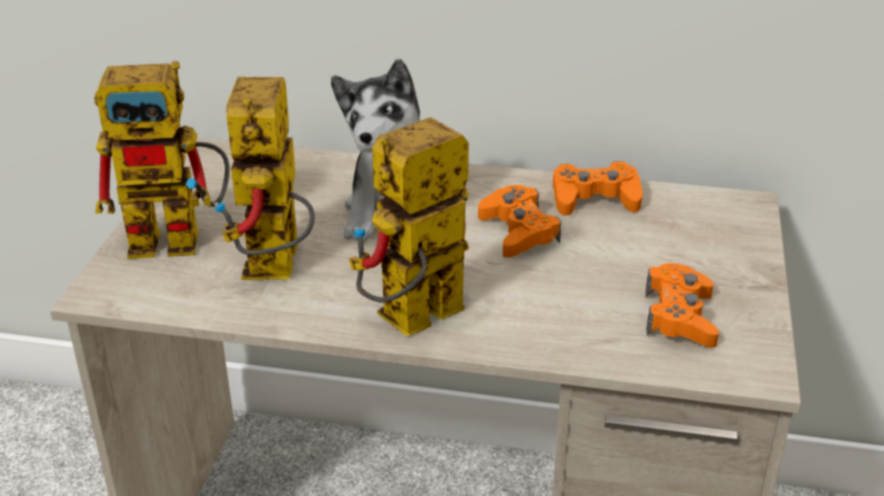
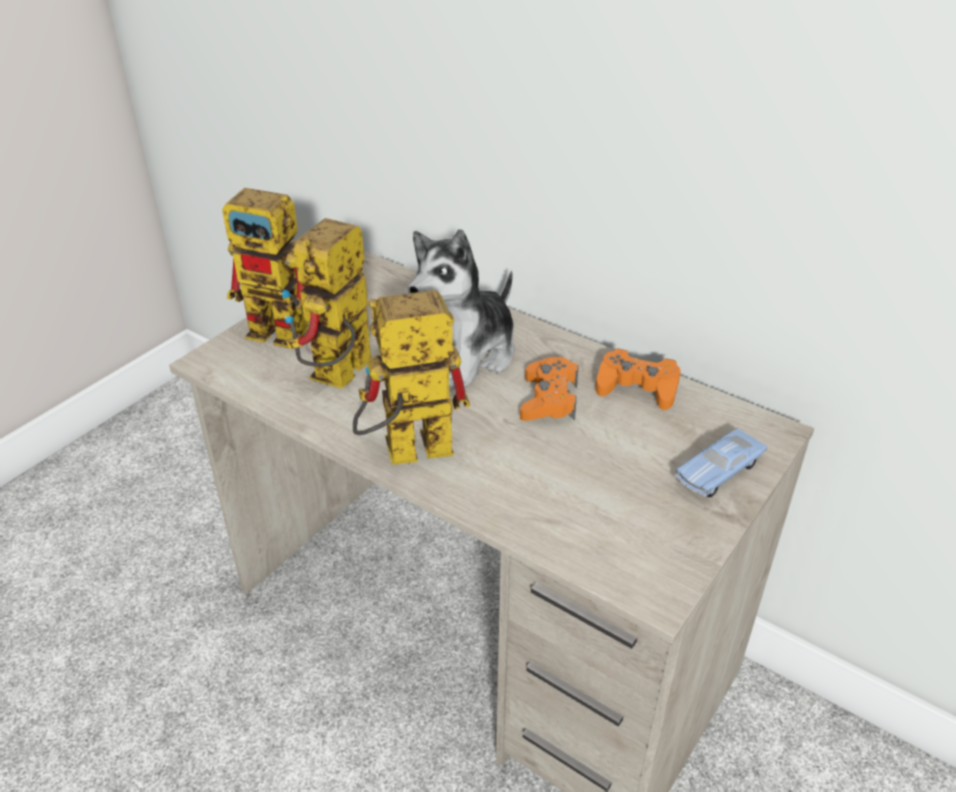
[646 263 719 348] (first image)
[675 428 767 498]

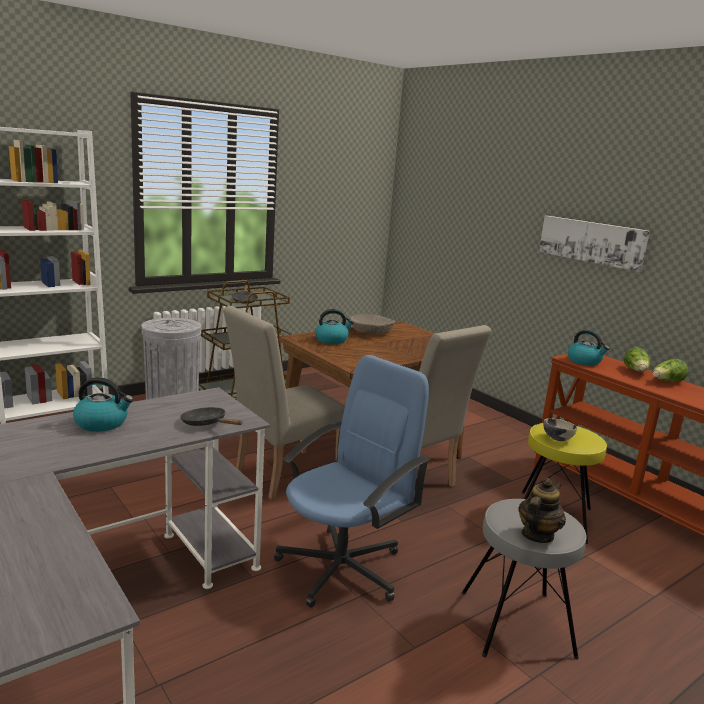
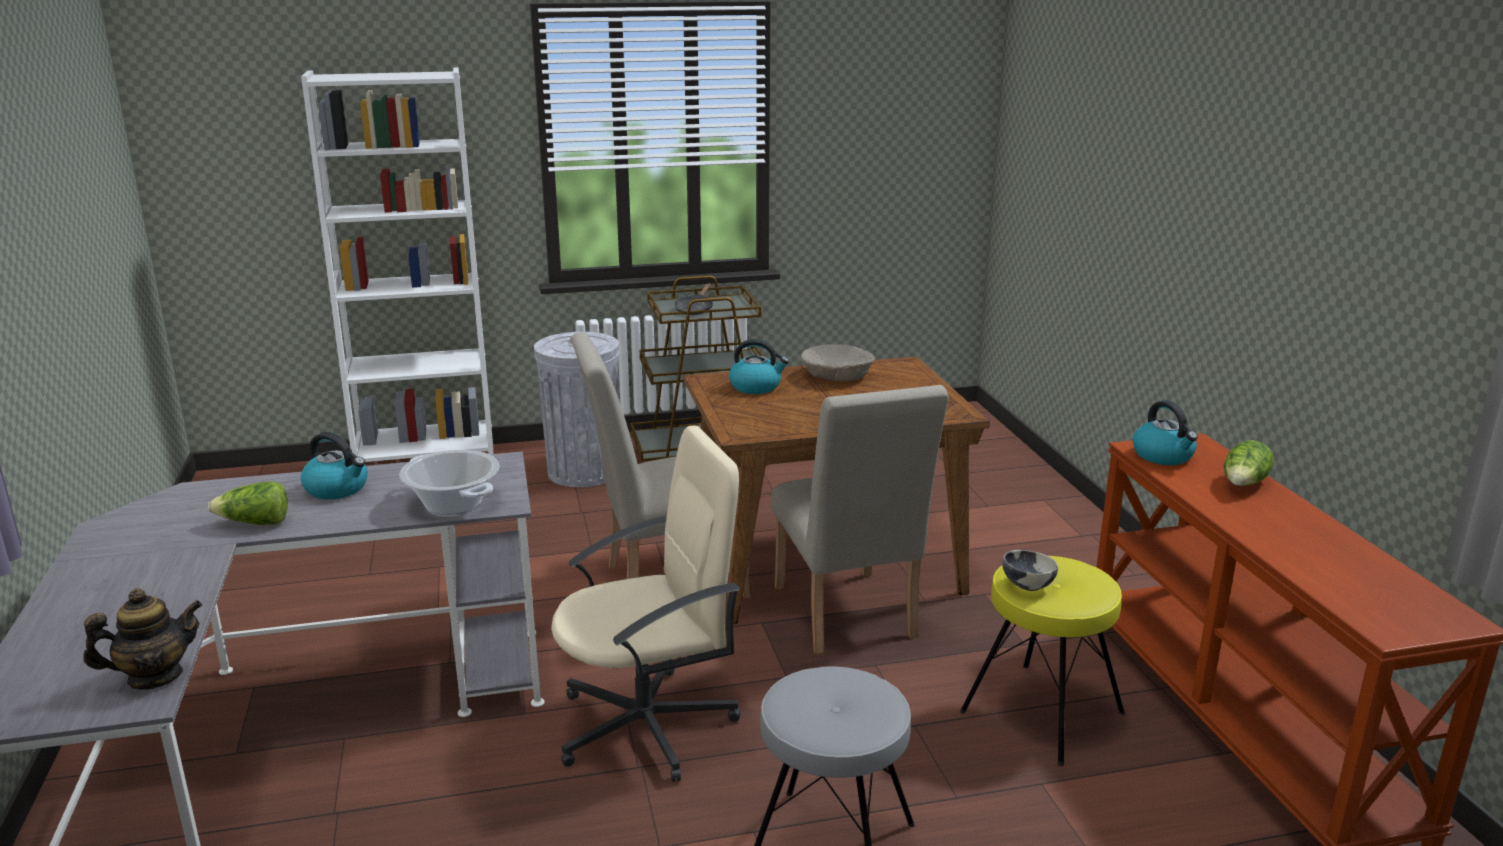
[539 216 650 272] (first image)
[551 426 741 782]
[208 481 288 525]
[399 450 500 515]
[83 588 203 690]

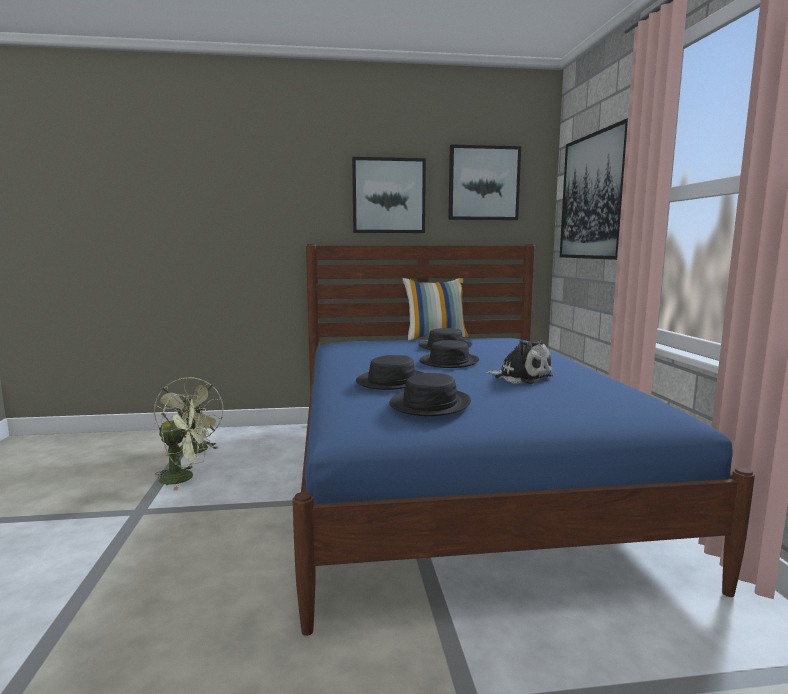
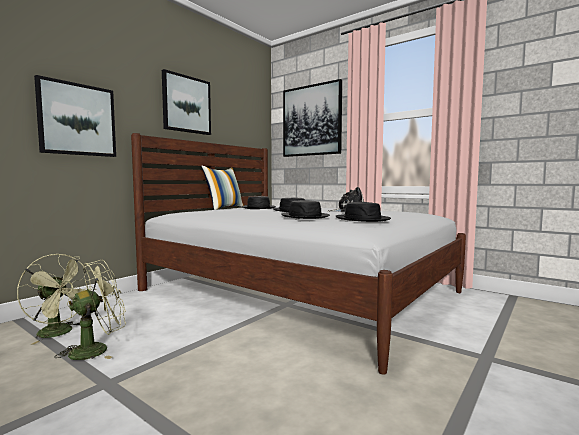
[34 75 116 157]
[131 133 466 375]

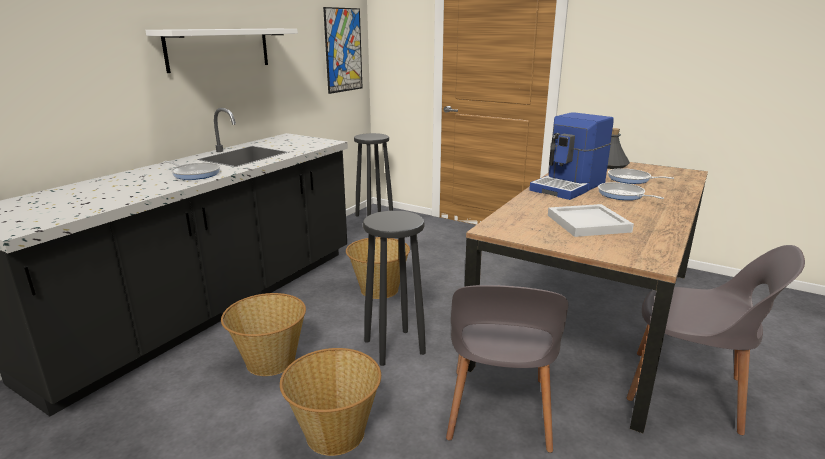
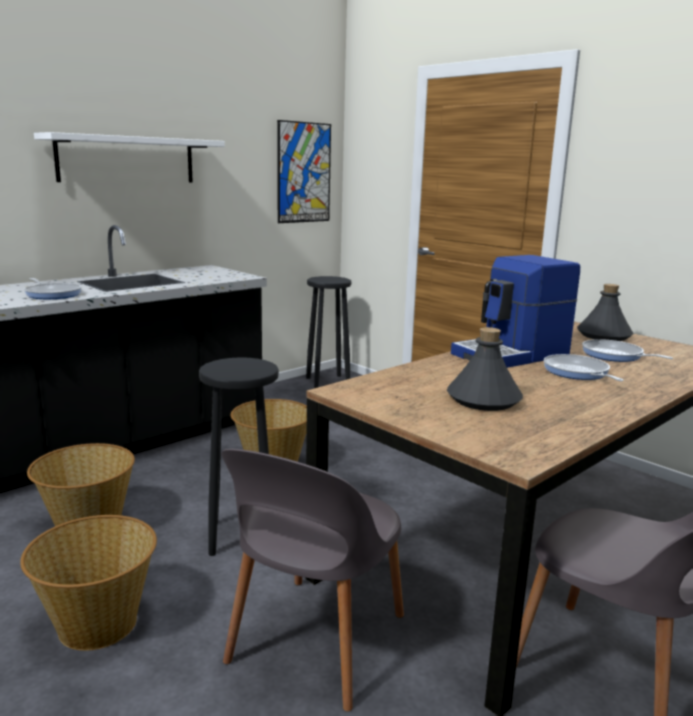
[447 327 523 411]

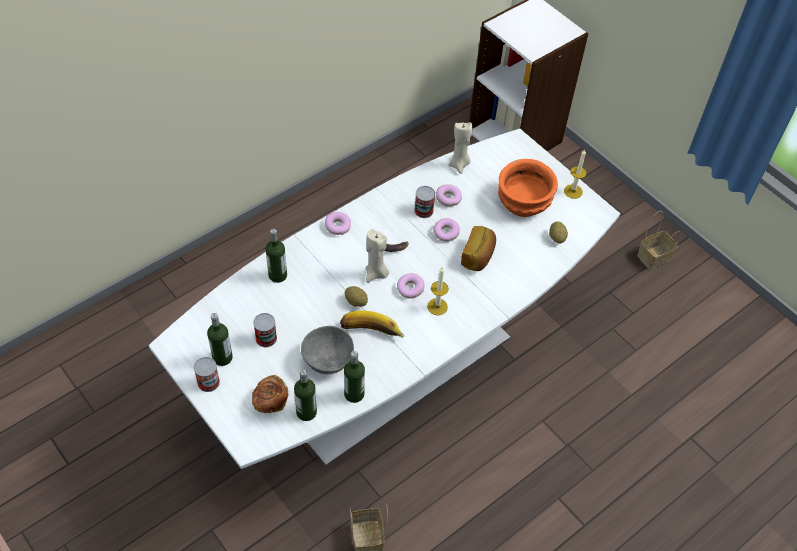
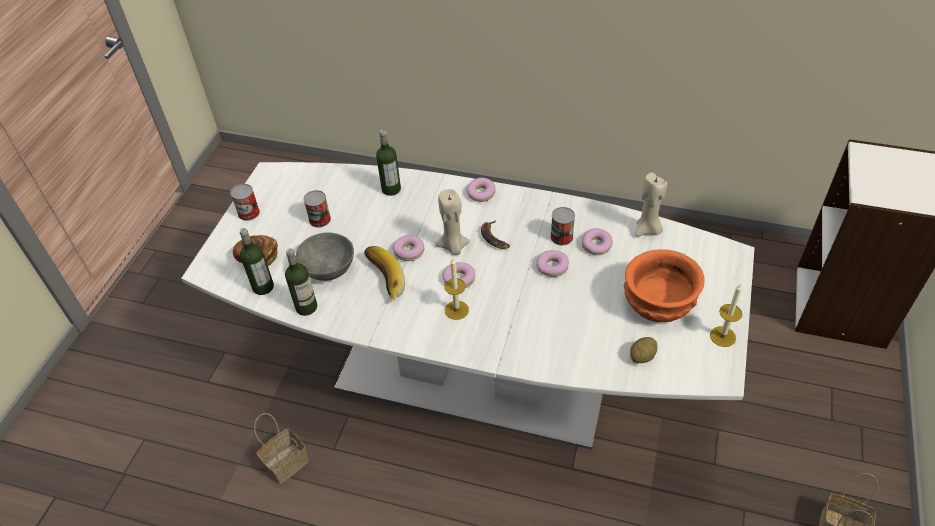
[461 226 496 271] (first image)
[393 235 424 261]
[207 313 233 366] (first image)

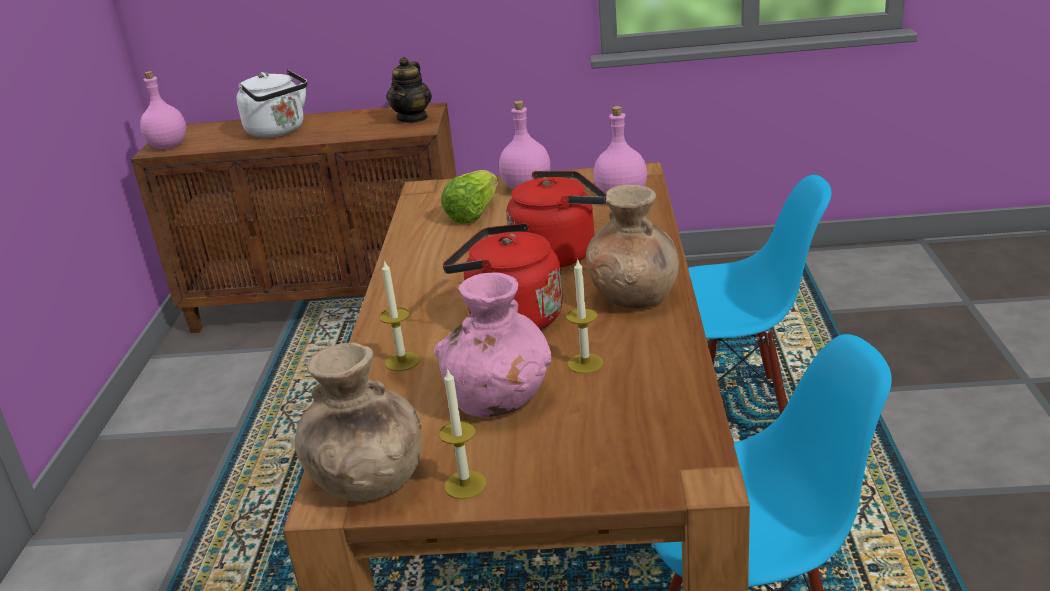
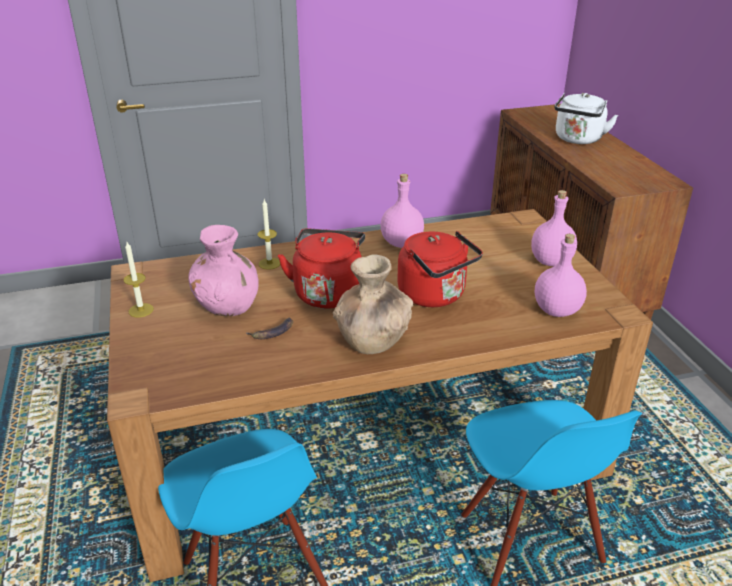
[386 57 432 123] (first image)
[380 174 424 248]
[441 170 498 224] (first image)
[245 317 293 339]
[295 342 422 501] (first image)

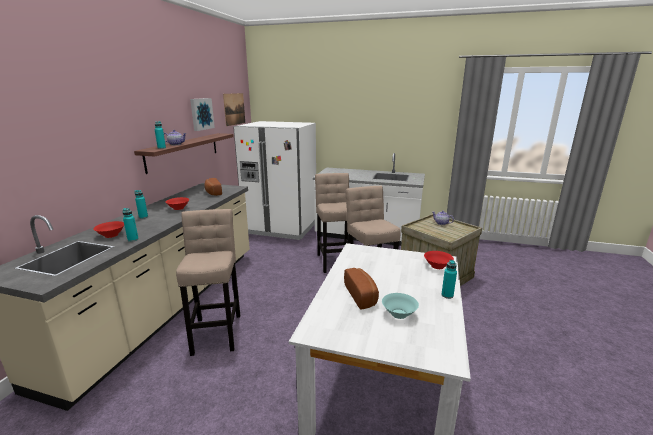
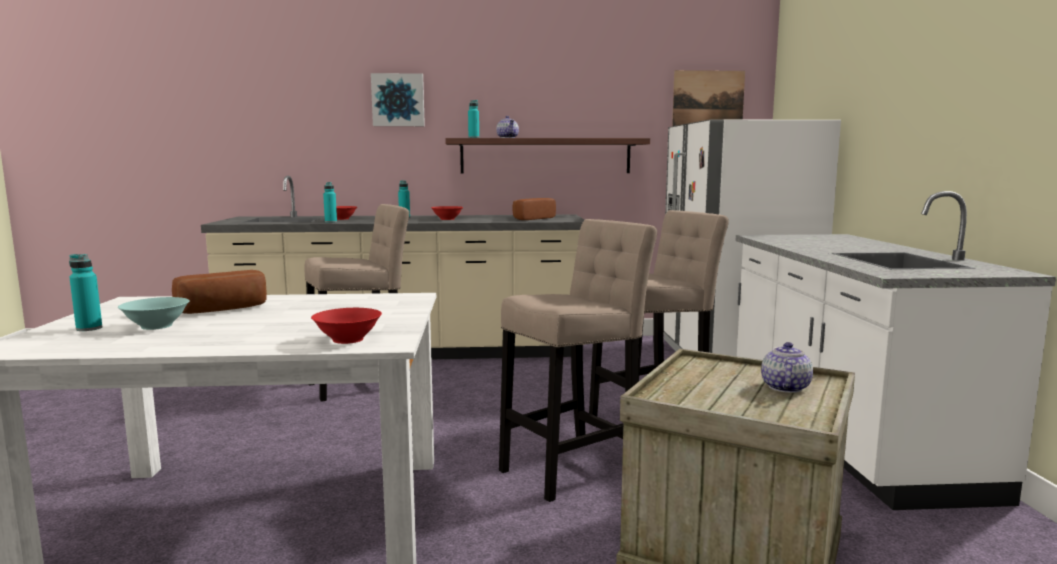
[371 73 425 126]
[69 254 102 331]

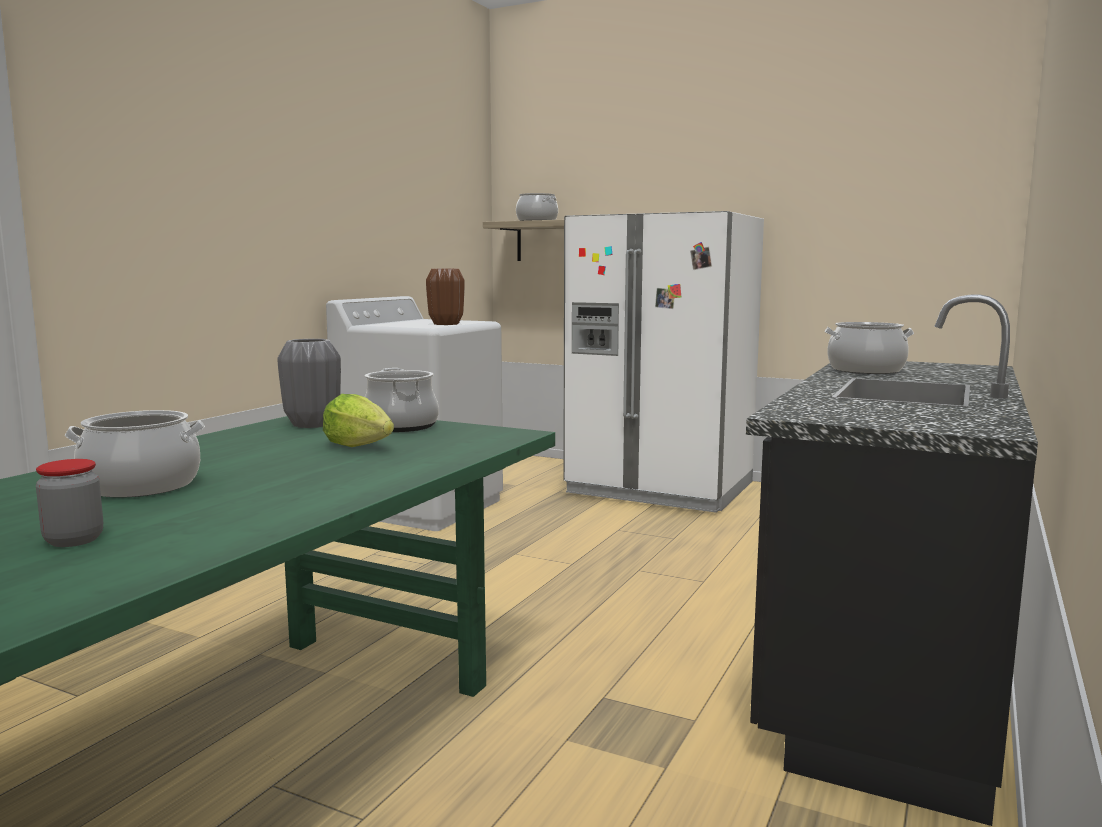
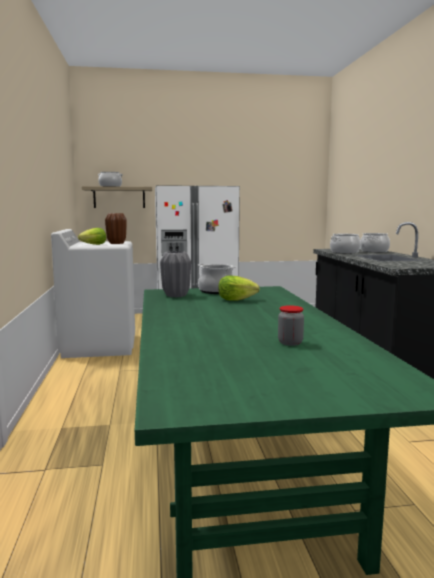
[360 233 390 252]
[78 228 106 245]

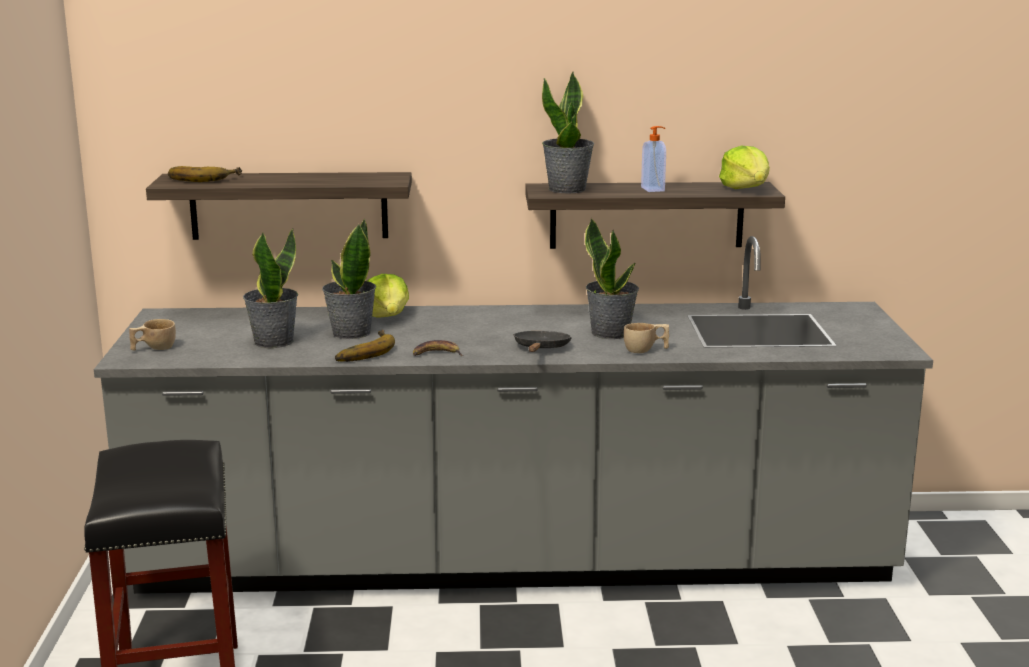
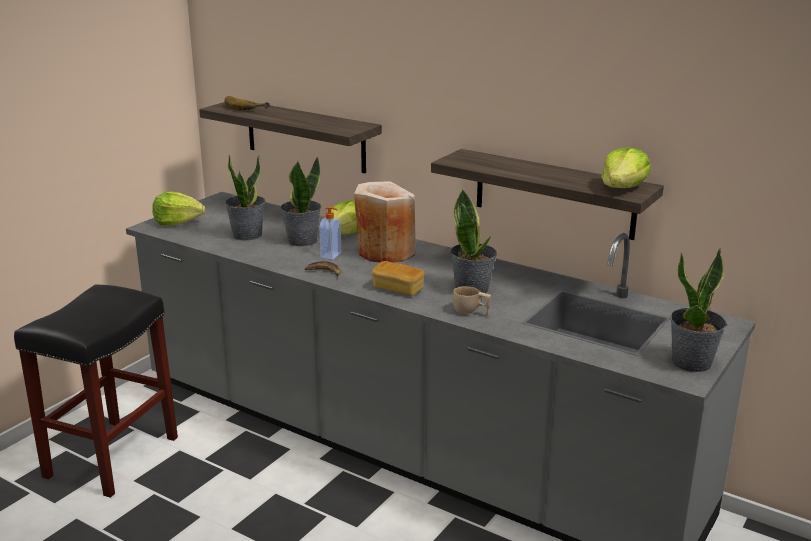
[670 248 726 372]
[319 207 341 259]
[152 191 205 226]
[335 330 395 362] (first image)
[372 261 424 296]
[354 181 416 263]

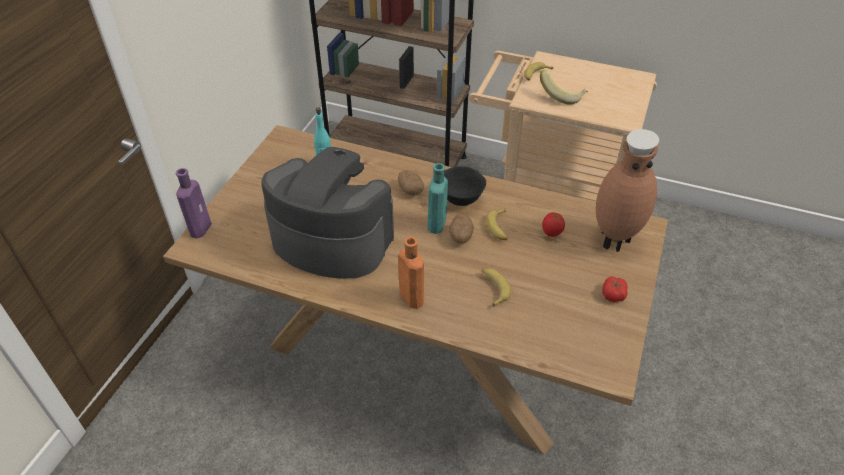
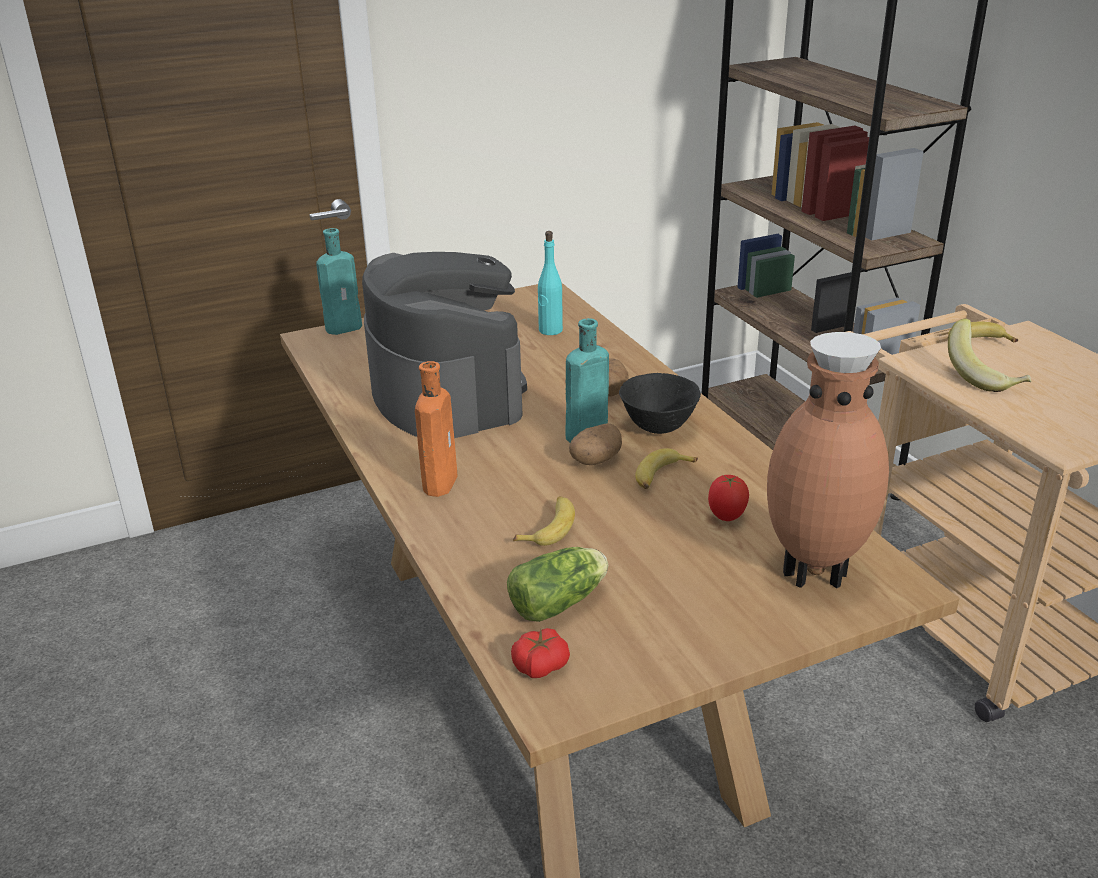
[316 228 362 335]
[511 628 570 678]
[507 547 608 622]

